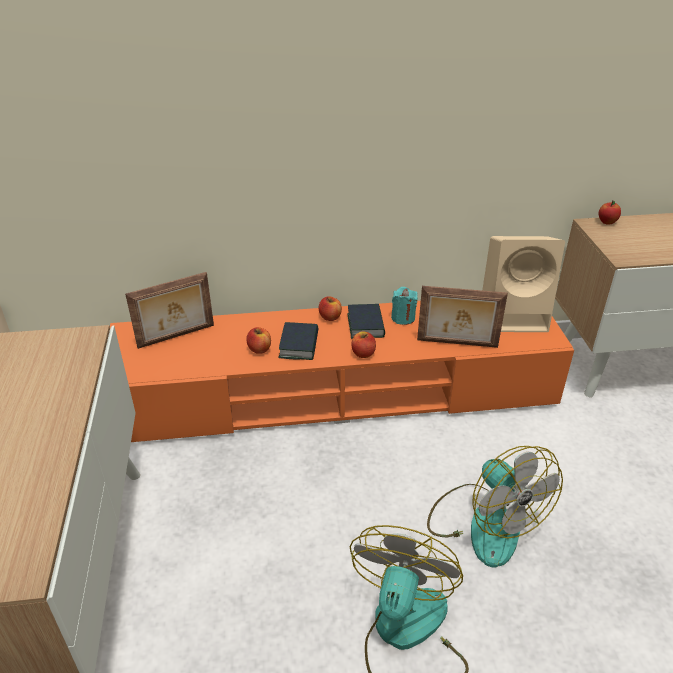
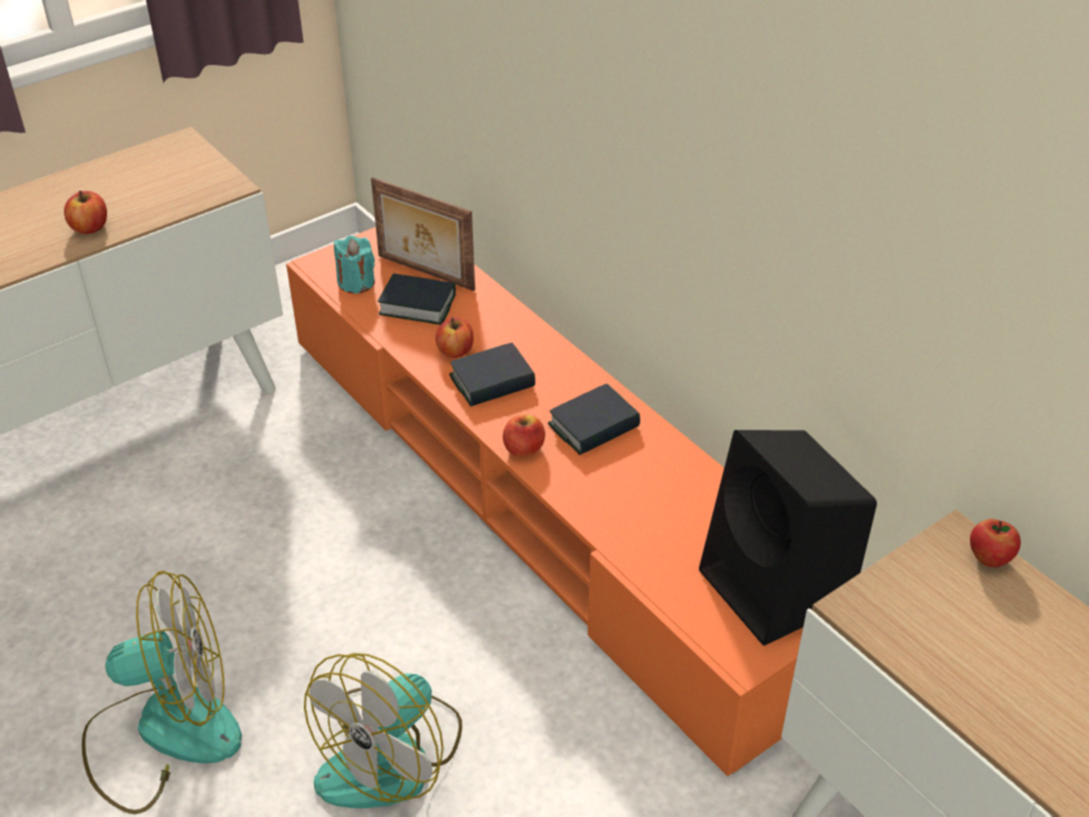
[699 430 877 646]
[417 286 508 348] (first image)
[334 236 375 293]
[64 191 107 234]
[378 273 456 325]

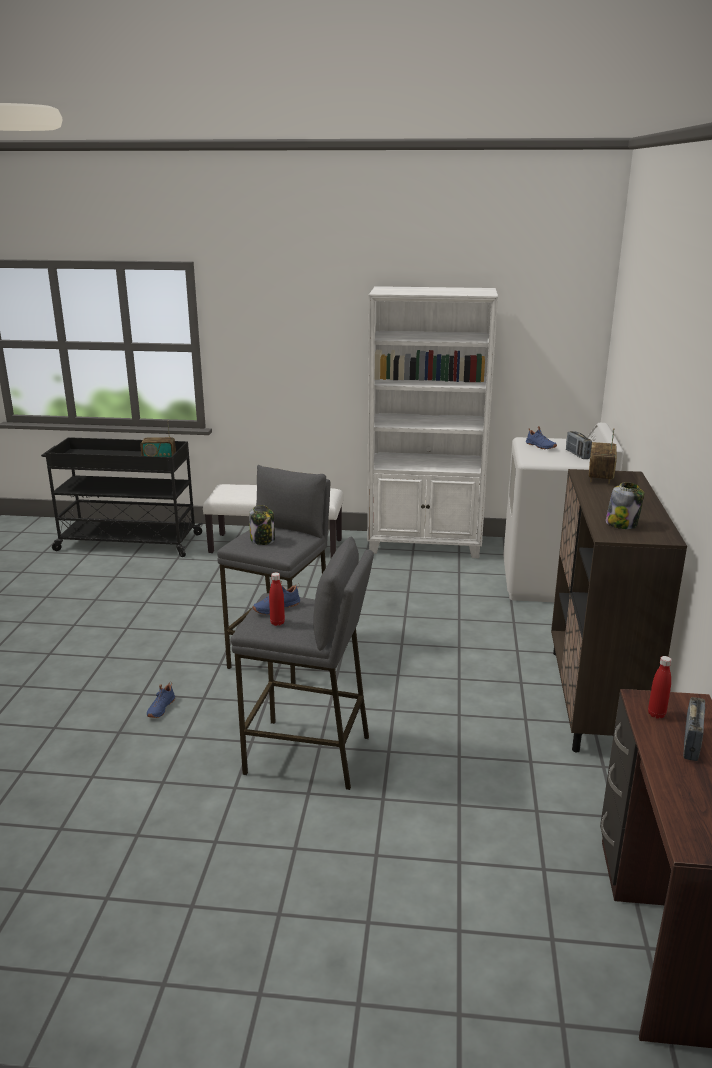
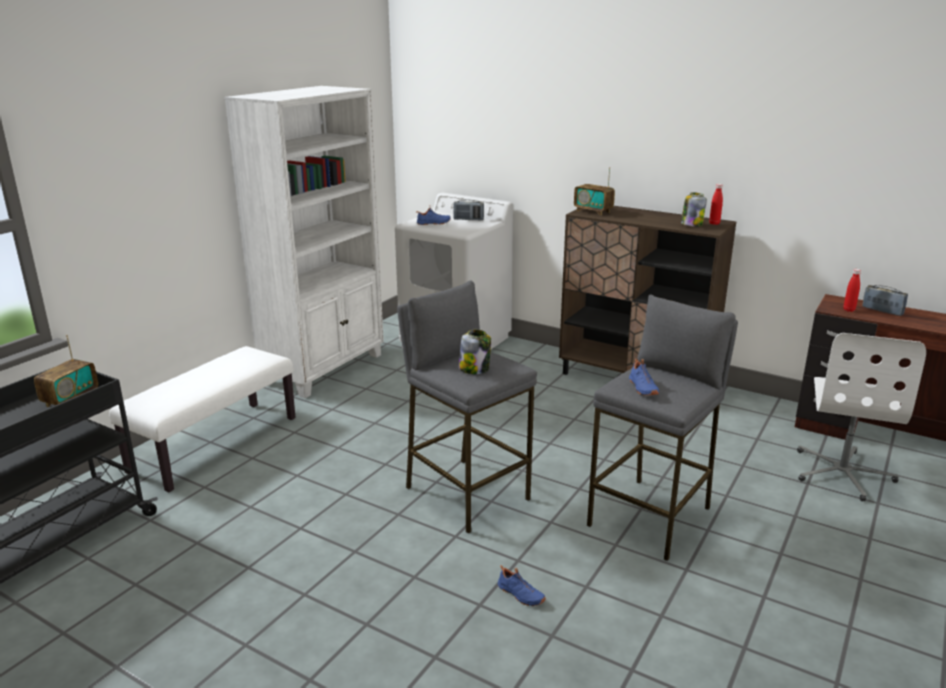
[709 184 723 225]
[797 333 926 501]

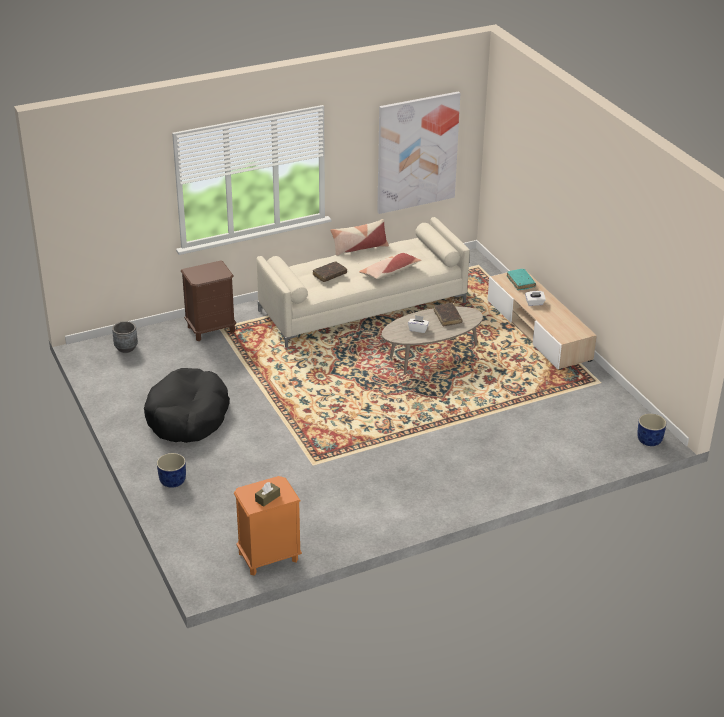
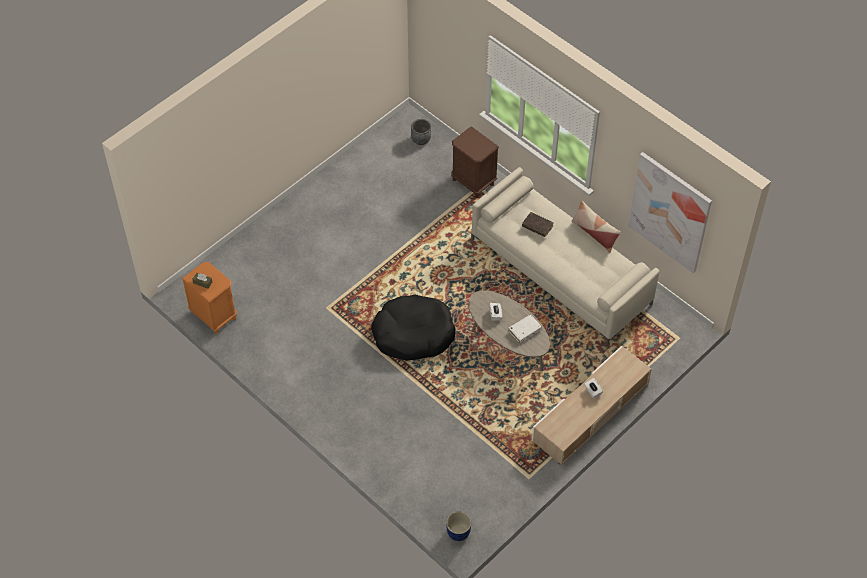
[359 253 422 279] (first image)
[507 269 536 291] (first image)
[508 315 542 343]
[371 295 456 360]
[157 453 186 488] (first image)

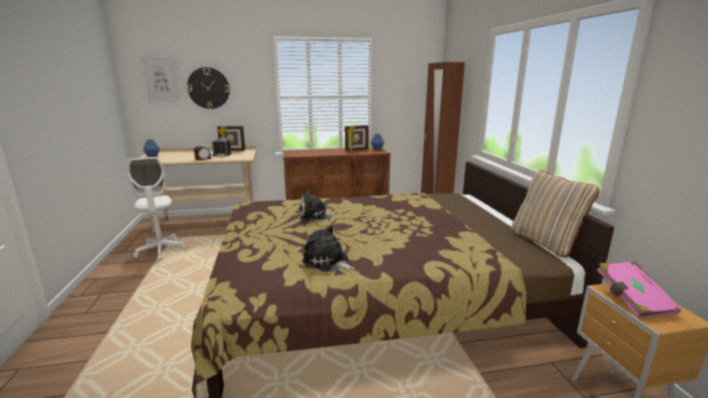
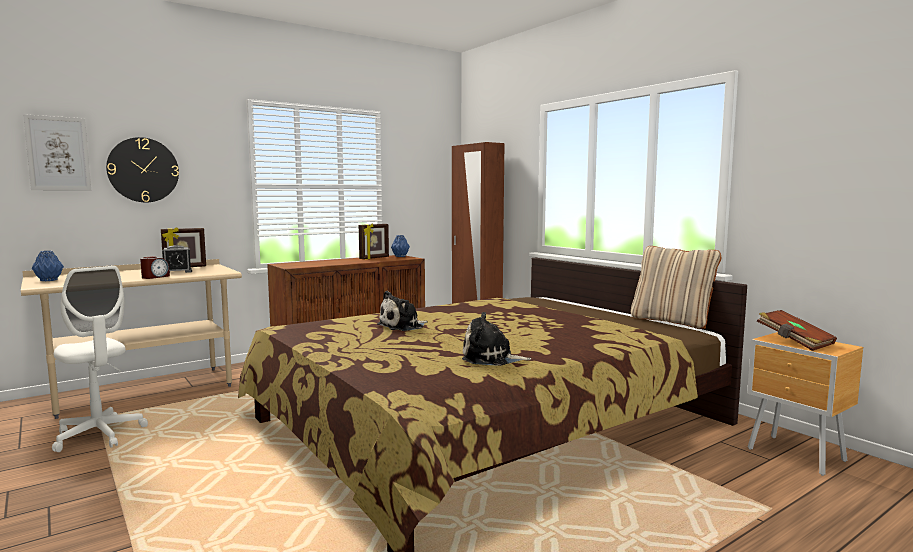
[757 310 837 351]

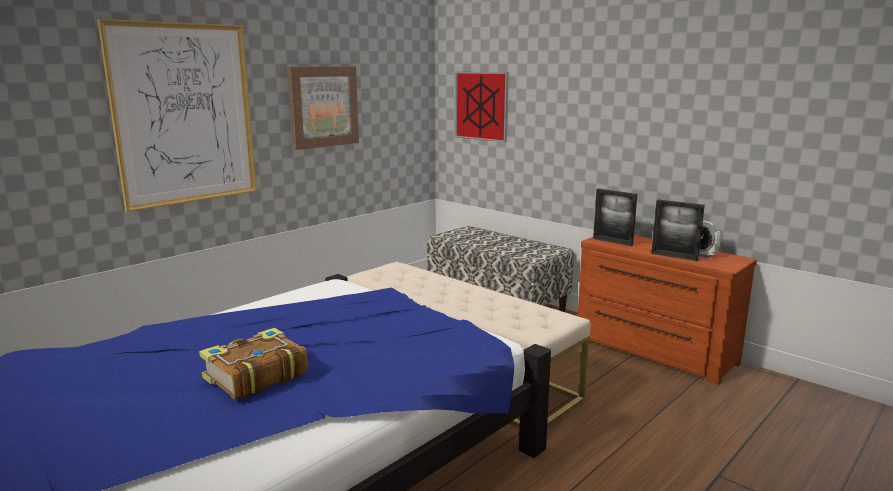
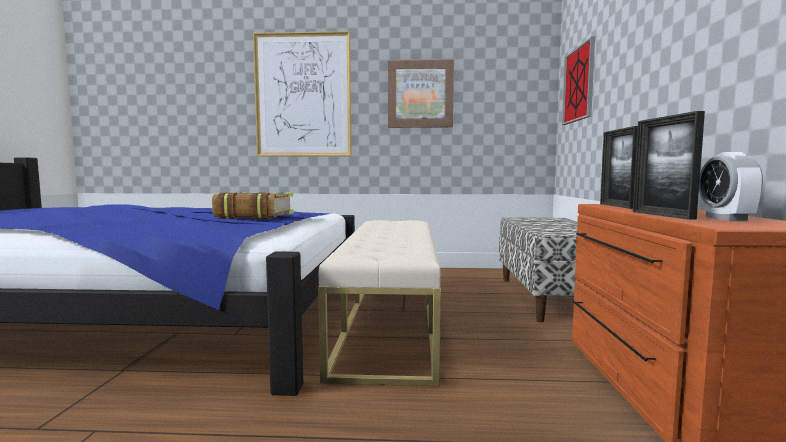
[212 191 294 219]

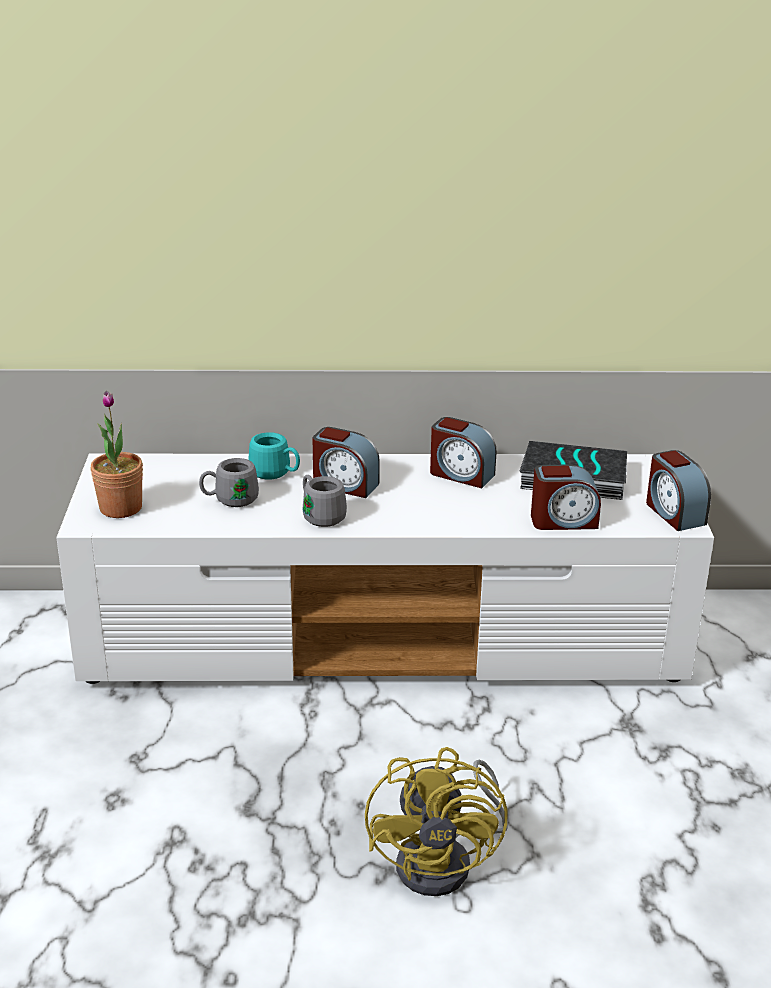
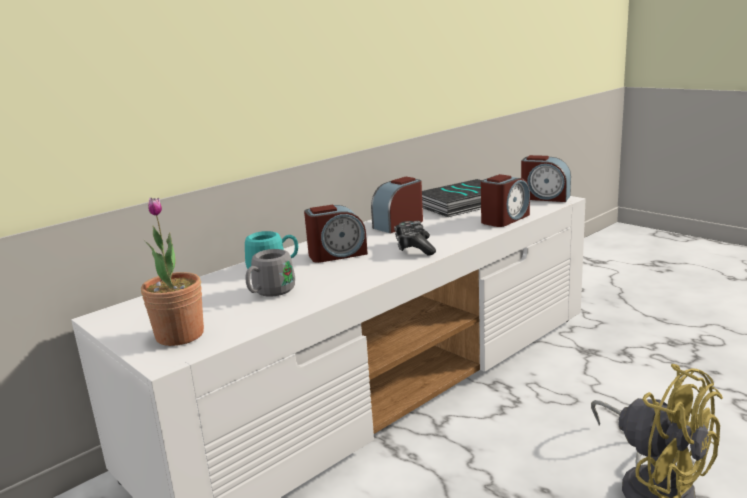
[371 177 423 233]
[303 475 347 527] (first image)
[394 221 436 256]

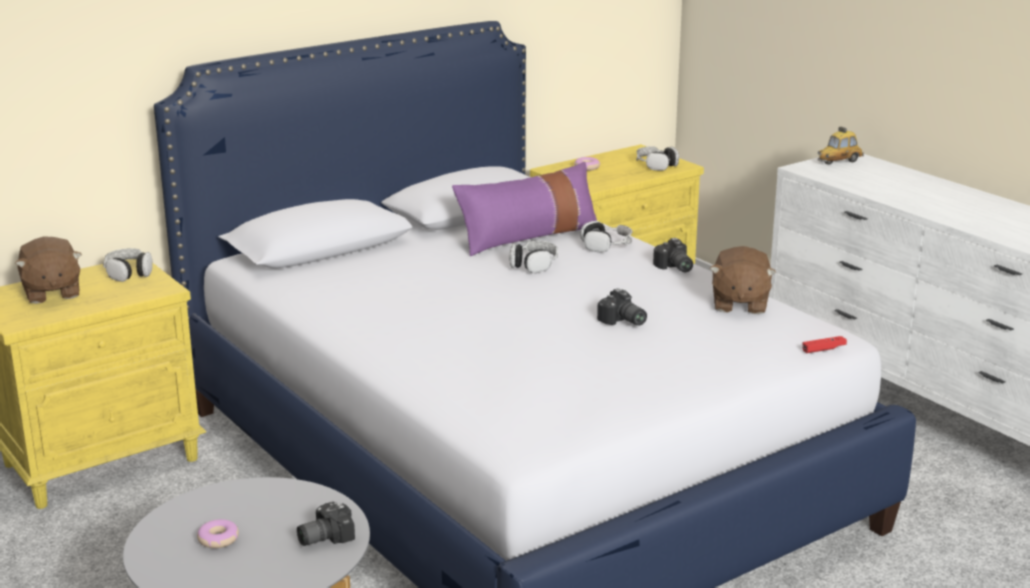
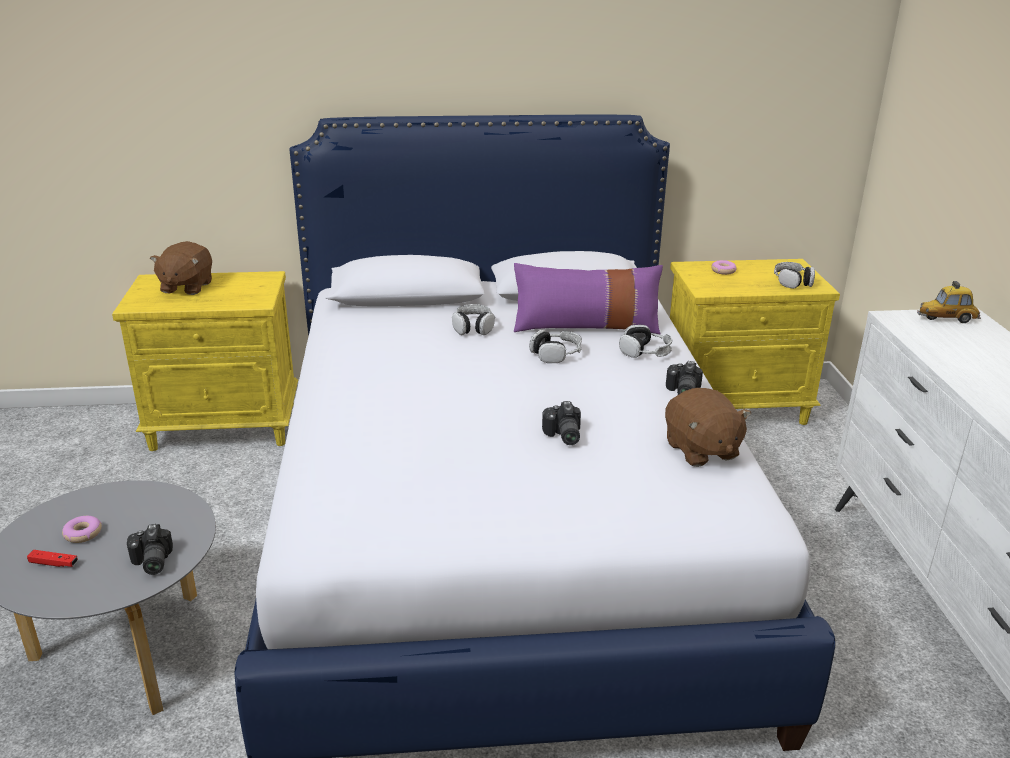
[665 388 751 467]
[452 304 495 335]
[27 550 78 567]
[127 524 173 575]

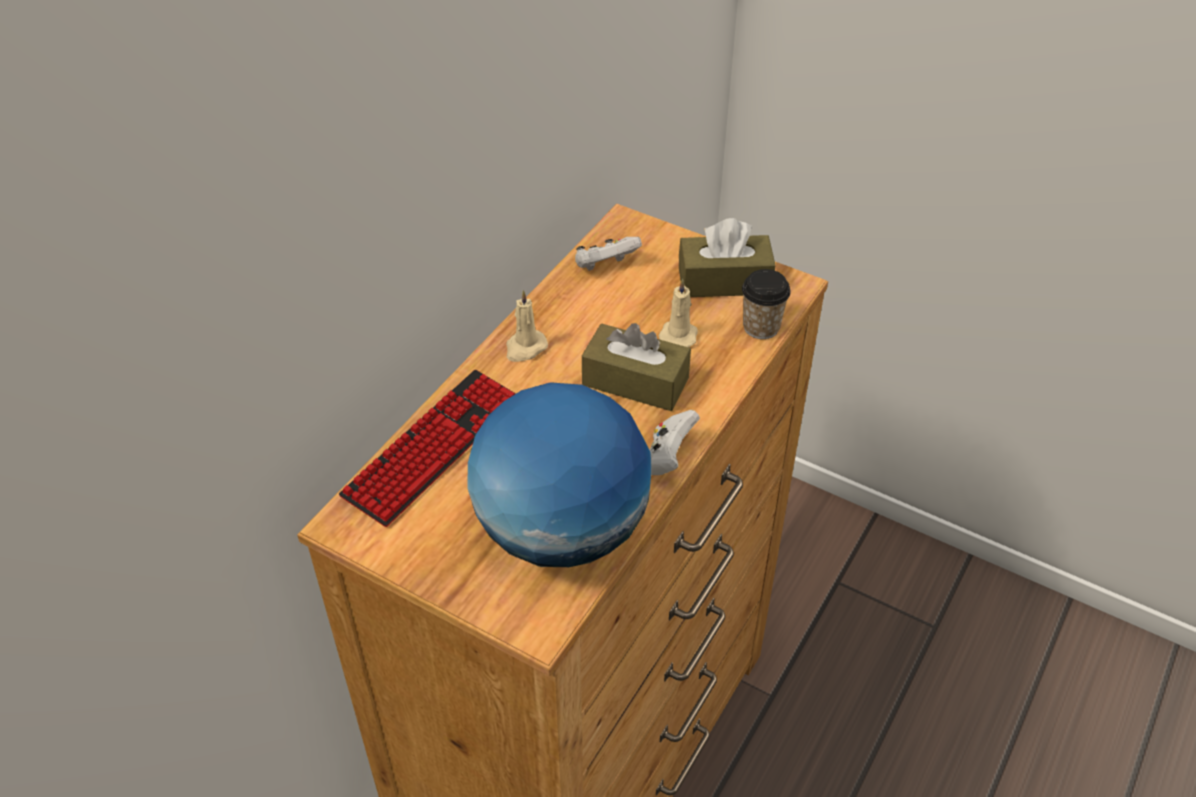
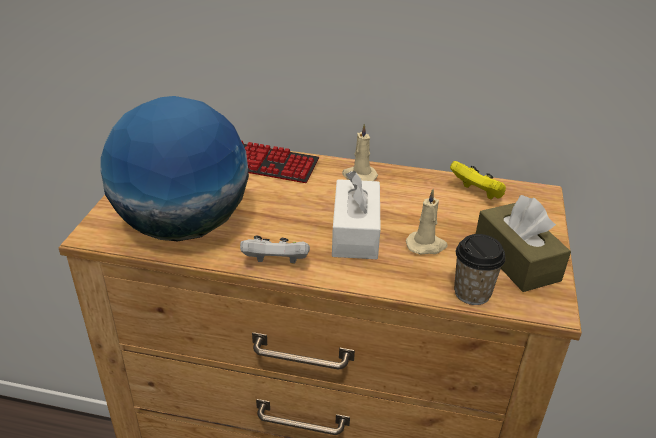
[450 161 506 199]
[332 171 381 259]

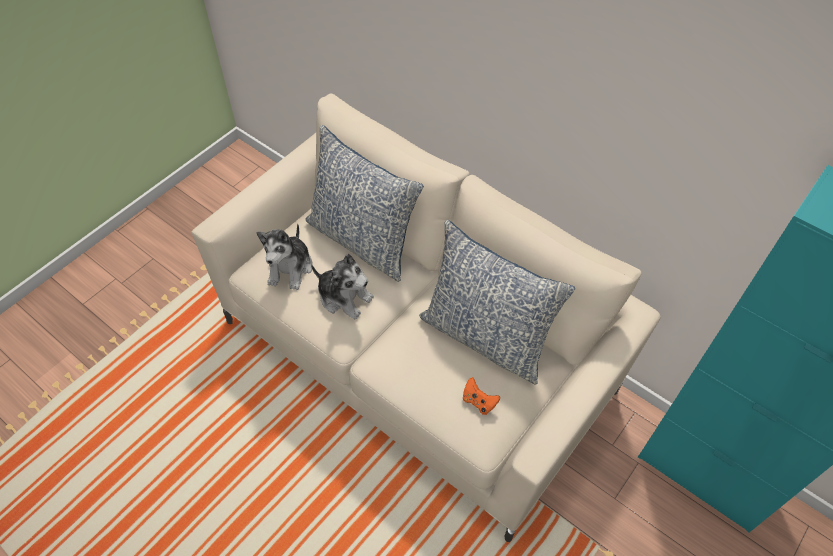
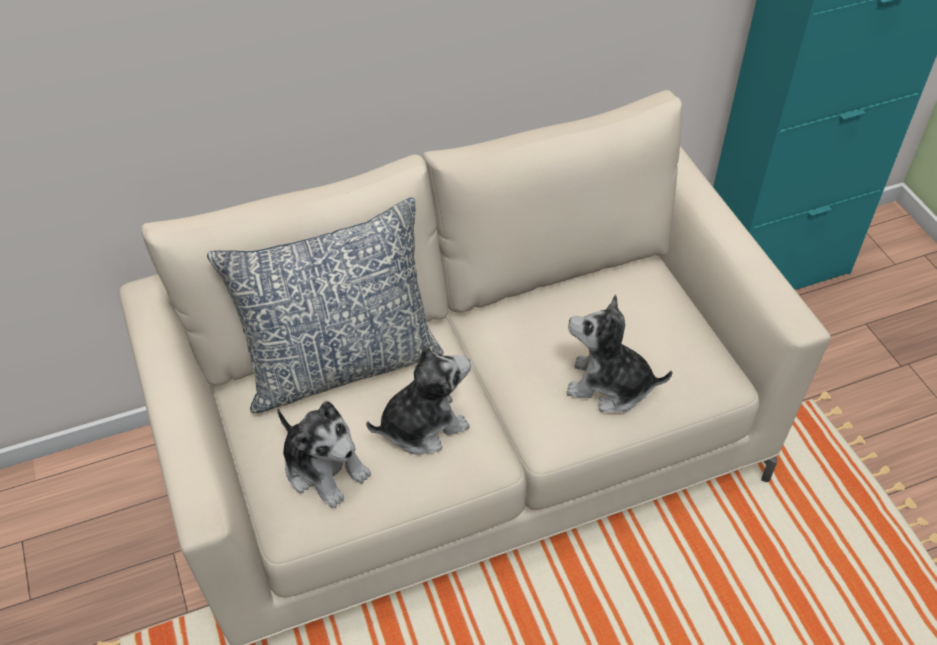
[419 220 575 385] (first image)
[463 377 500 415] (first image)
[566 294 673 412]

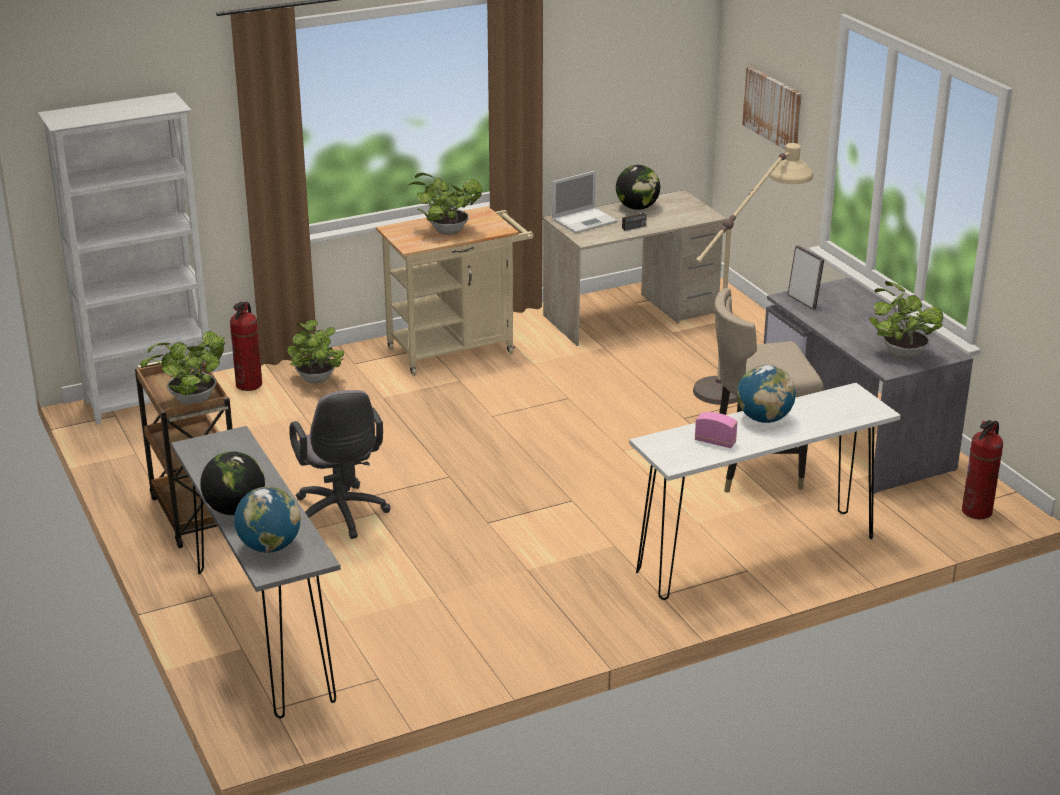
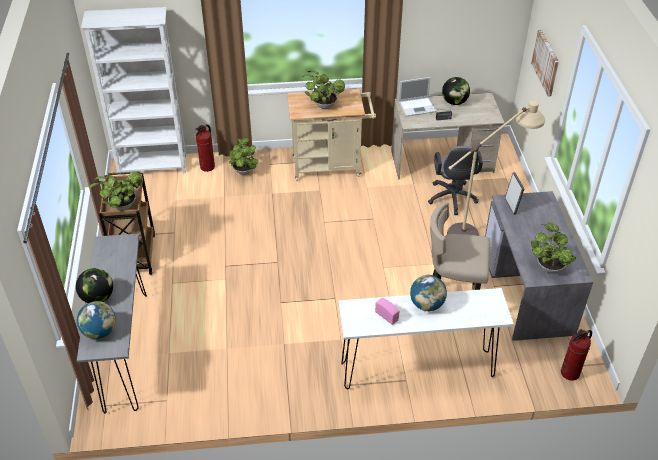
[428 146 483 215]

